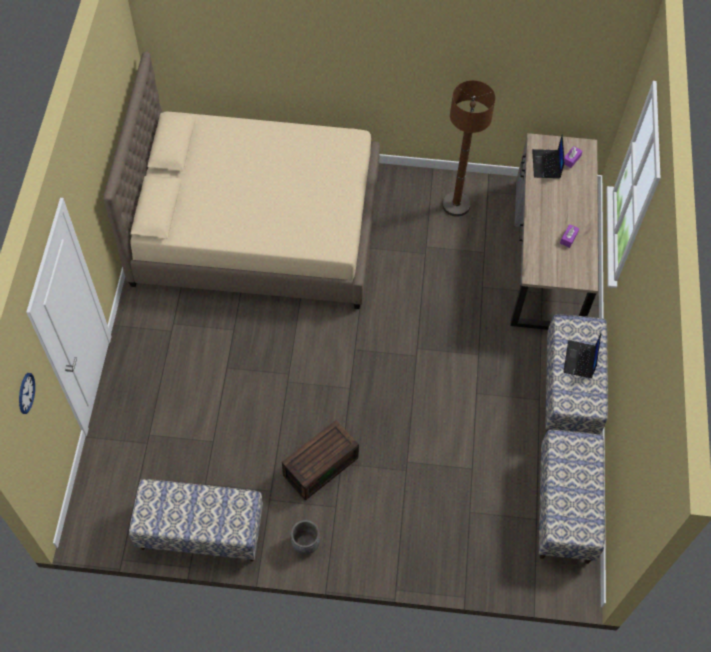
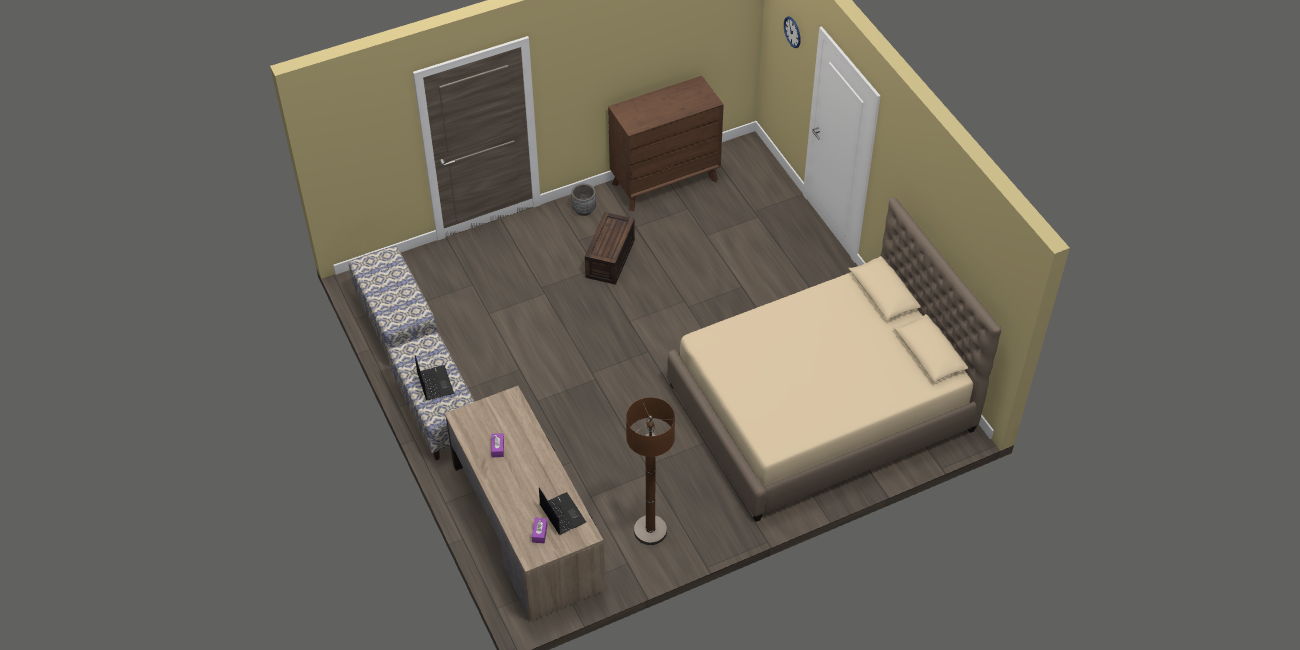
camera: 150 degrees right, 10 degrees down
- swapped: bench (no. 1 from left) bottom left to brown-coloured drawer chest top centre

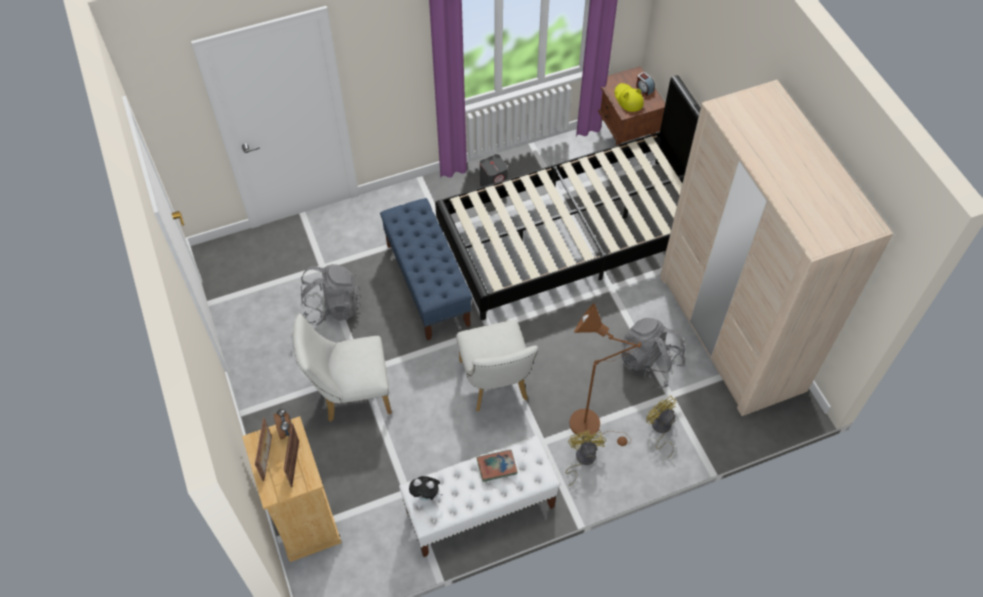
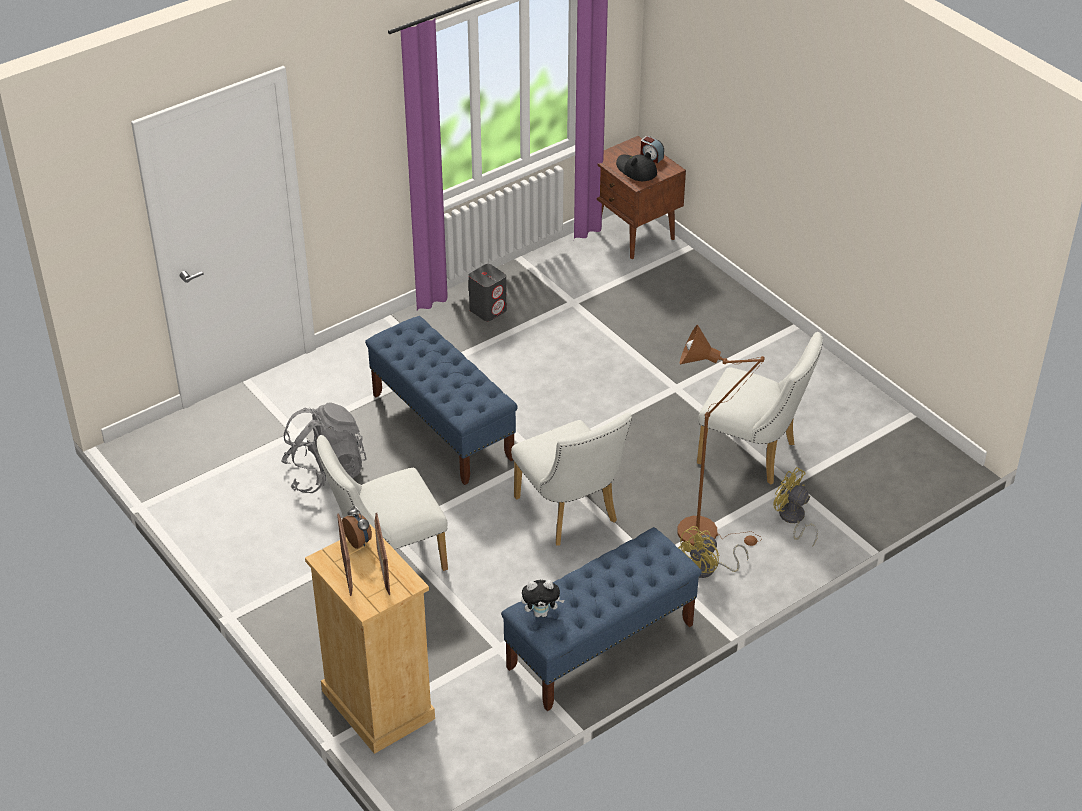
camera: 15 degrees left, 15 degrees down
- gone: black sleeping bed top centre
- gone: beige-coloured clothes cupboard middle right
- repainted: yellow clothing hat top centre to black clothing hat top centre
- swapped: gray backpack (no. 2 from left) centre to whitish chair (no. 3 from left) middle right
- rotated: yellow cooling fan (no. 1 from left) bottom centre = bottom centre 120 degrees counterclockwise
- repainted: whitish bench bottom centre to blue-coloured bench (no. 2 from left) bottom centre
- gone: bound book bottom centre

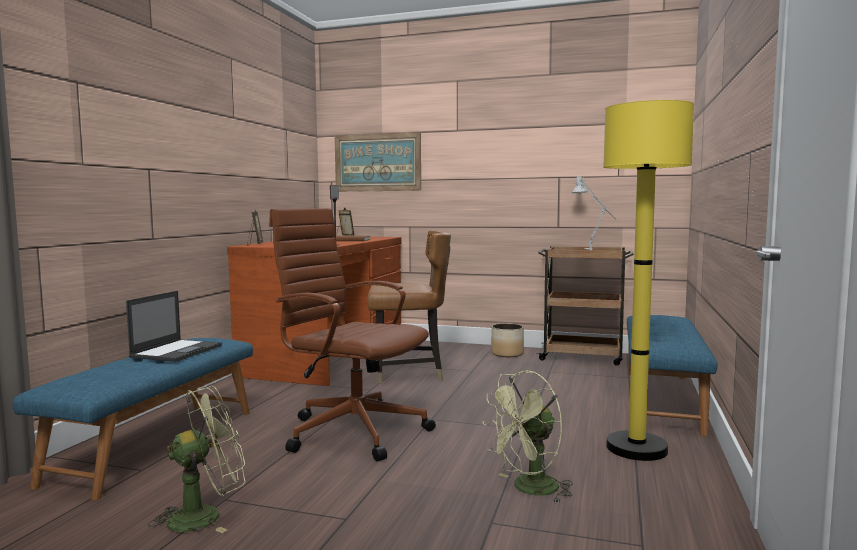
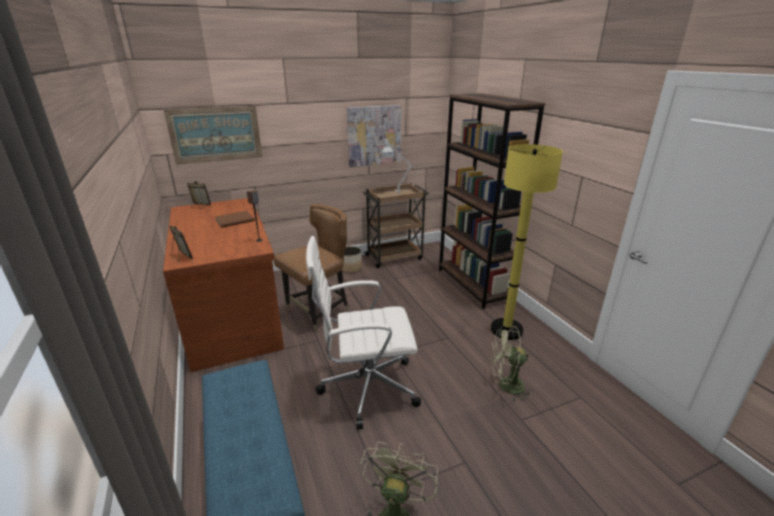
camera: 40 degrees left, 20 degrees up
- repainted: brown-coloured office chair centre to whitish office chair centre
- gone: notebook computer middle left
- swapped: blue-coloured bench (no. 2 from left) bottom right to brown-coloured shelving unit centre
- rotated: greenish cooling fan (no. 2 from left) bottom centre = bottom centre 75 degrees clockwise
- new: wall picture (no. 2 from left) top centre

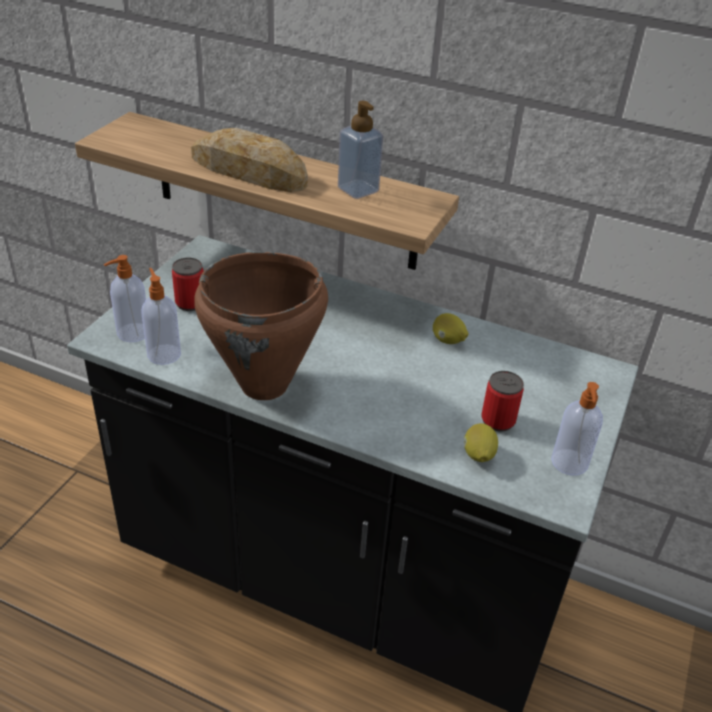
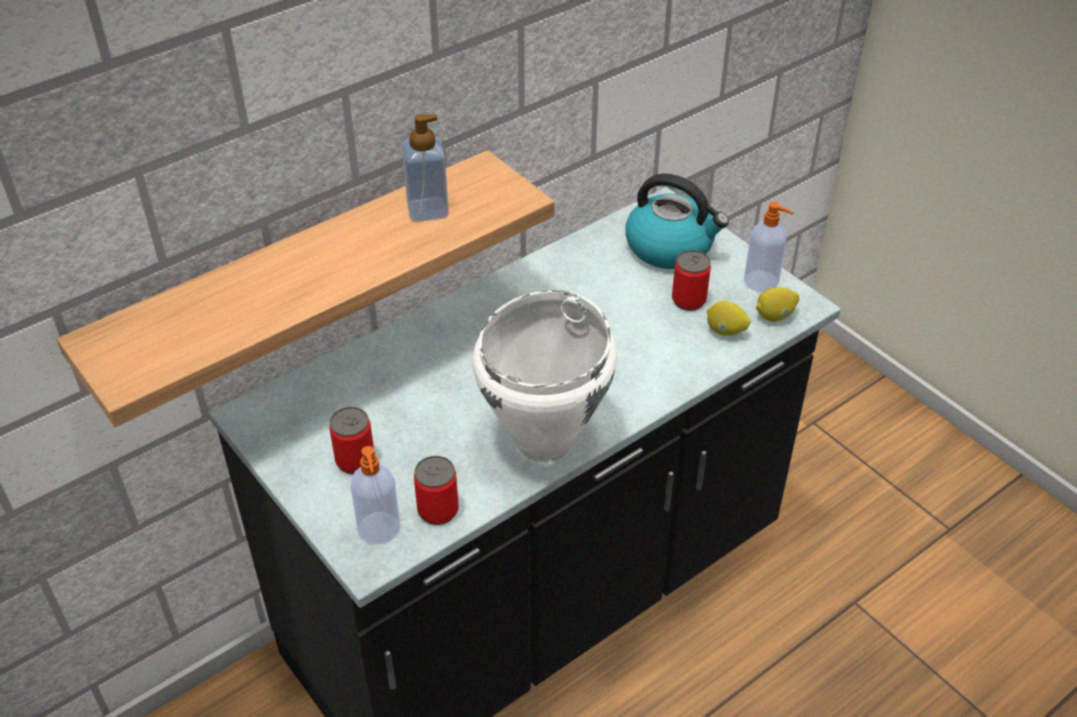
camera: 60 degrees left, 5 degrees up
- gone: baked bread top centre
- repainted: brown-coloured stockpot centre to whitish stockpot centre
- swapped: soap dispenser (no. 2 from left) middle left to can (no. 2 from left) bottom centre
- shifted: whole lemon (no. 1 from left in the first image) centre to whole lemon (no. 2 from left) middle right
- new: water kettle top centre

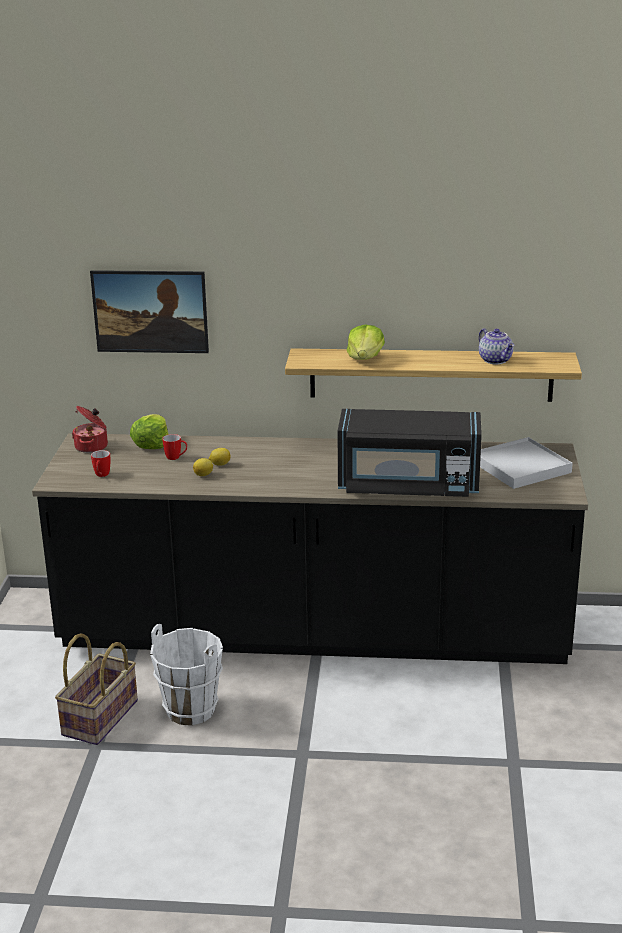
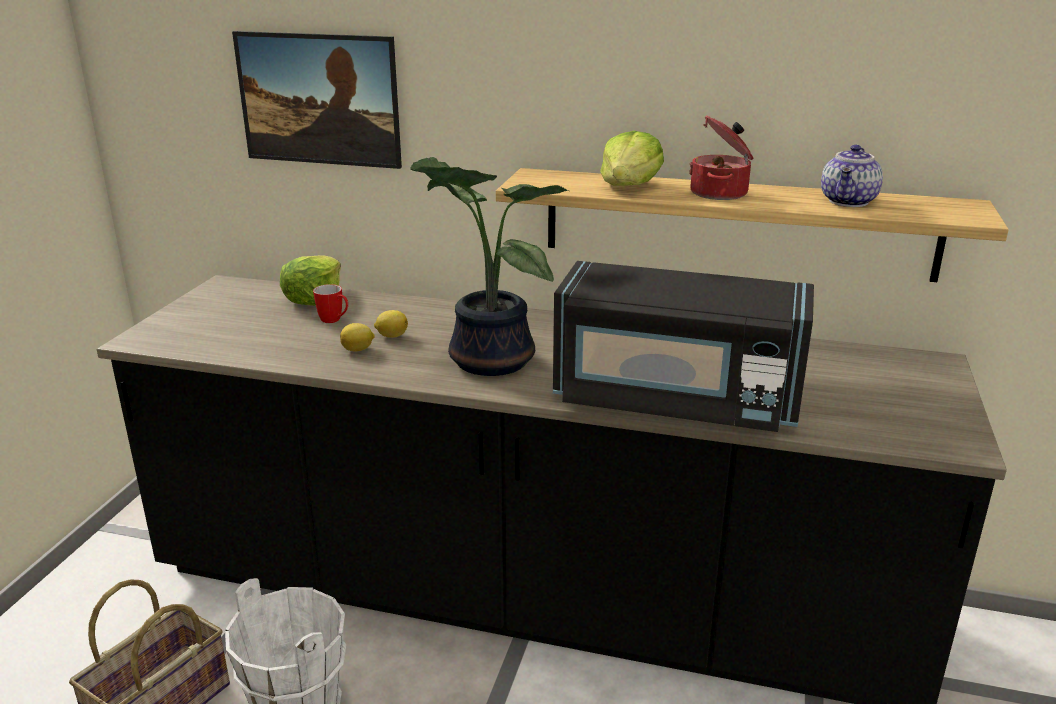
camera: 10 degrees right, 0 degrees up
- rotated: teapot middle right = top right 45 degrees clockwise
- shifted: stockpot middle left to top right
- gone: whitish tray middle right
- gone: coffee mug (no. 1 from left) middle left
- new: plant in a pot centre

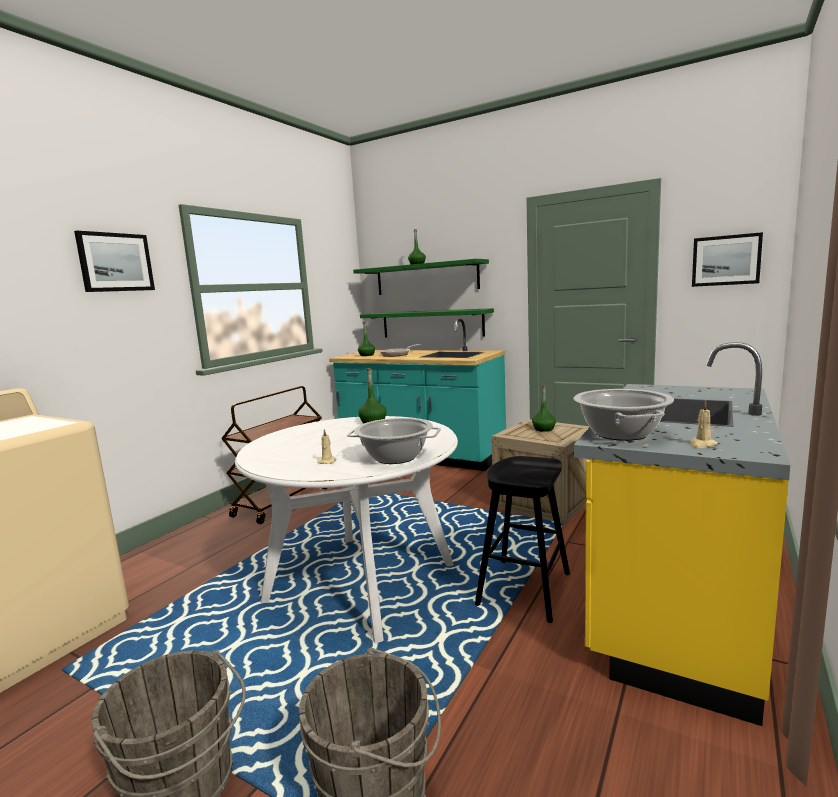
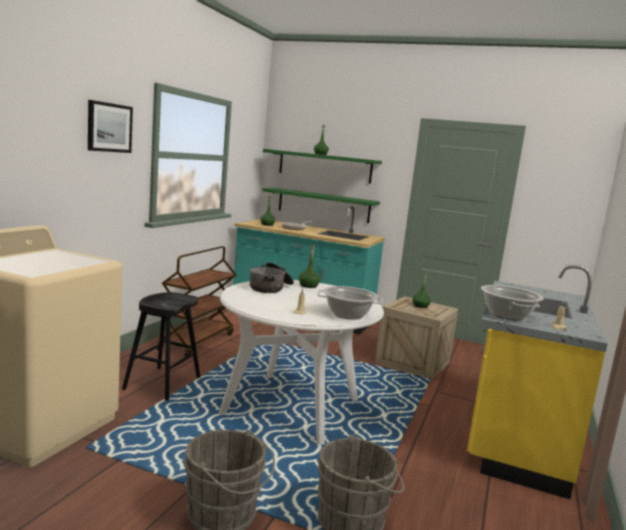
camera: 10 degrees left, 0 degrees up
- gone: wall picture (no. 2 from left) top right
- shifted: black stool bottom centre to middle left
- new: stockpot (no. 1 from left) centre

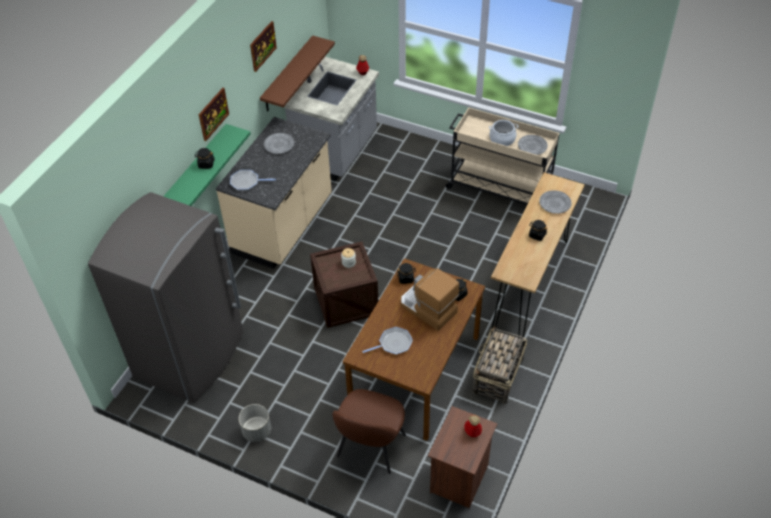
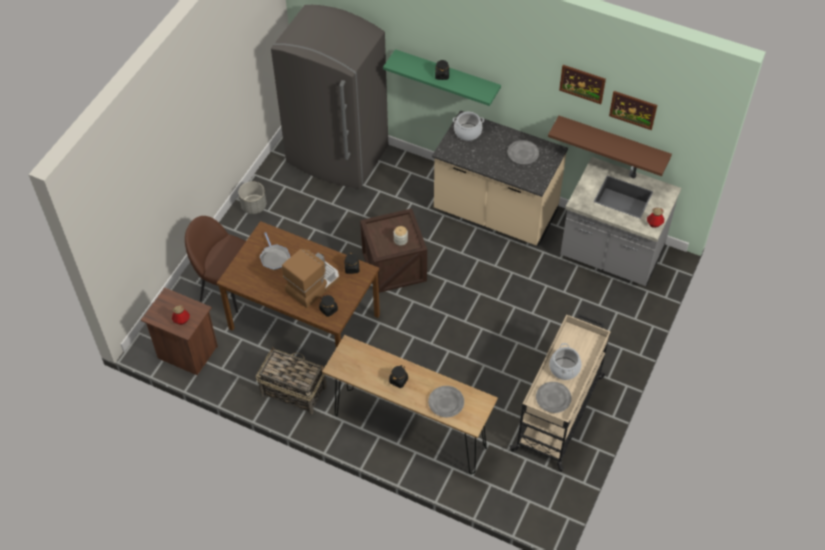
camera: 90 degrees right, 5 degrees up
- shifted: wall picture (no. 1 from left in the first image) top left to wall picture (no. 2 from left) top right
- swapped: skillet (no. 1 from left) middle left to stockpot (no. 1 from left) top centre

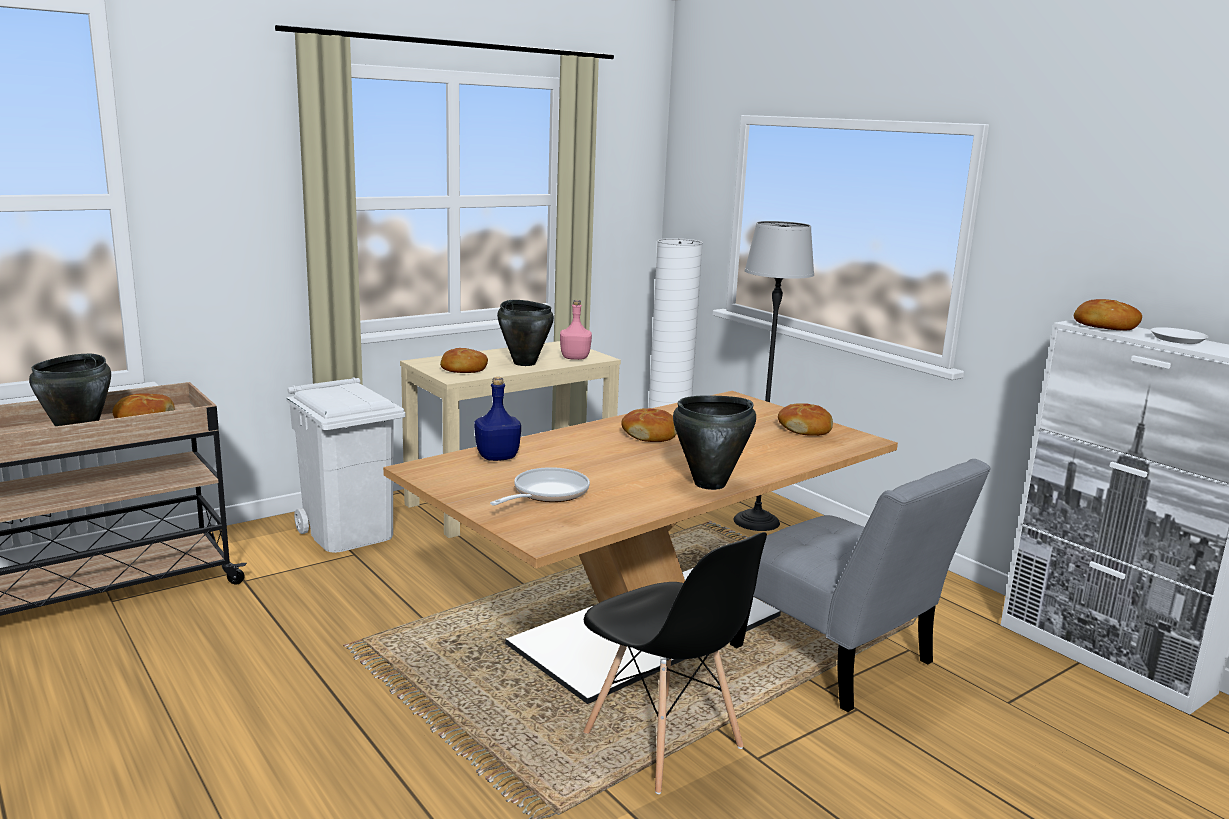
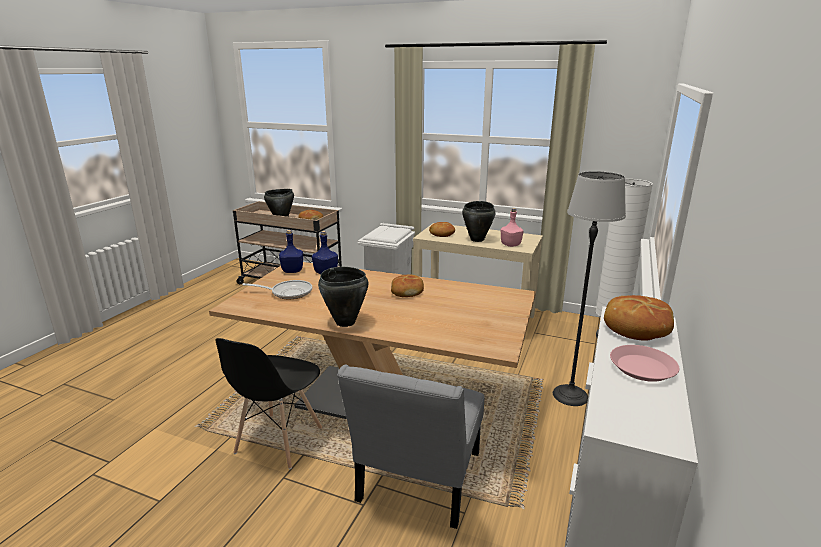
camera: 60 degrees right, 5 degrees up
- repainted: whitish flat dish middle right to pinkish flat dish middle right
- gone: baked bread (no. 4 from left) centre
- new: blue-coloured bottle (no. 1 from left) centre

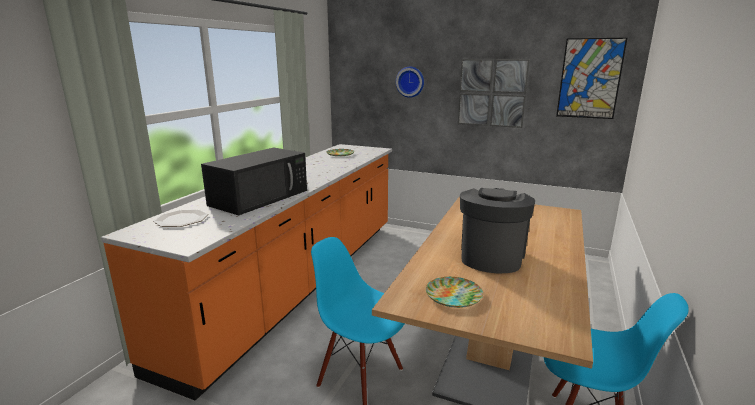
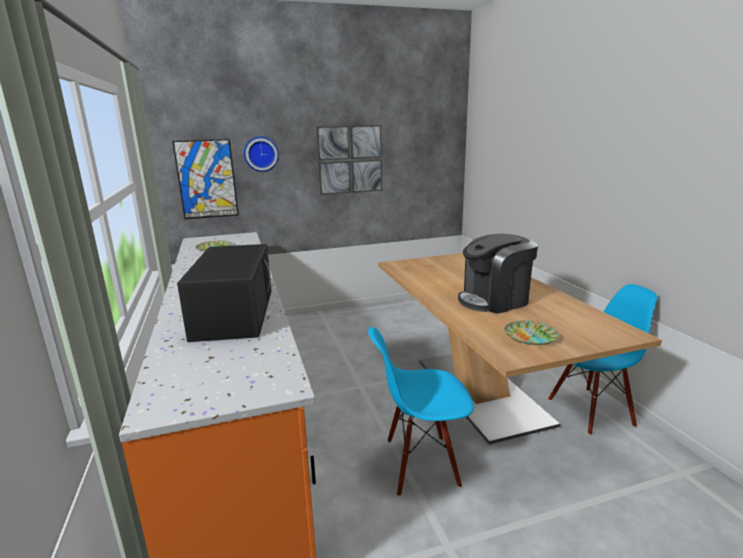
camera: 40 degrees left, 0 degrees up
- shifted: wall picture (no. 2 from left in the first image) top right to wall picture (no. 1 from left) top left
- rotated: coffee maker centre = middle right 90 degrees counterclockwise
- gone: flat dish (no. 1 from left) middle left

